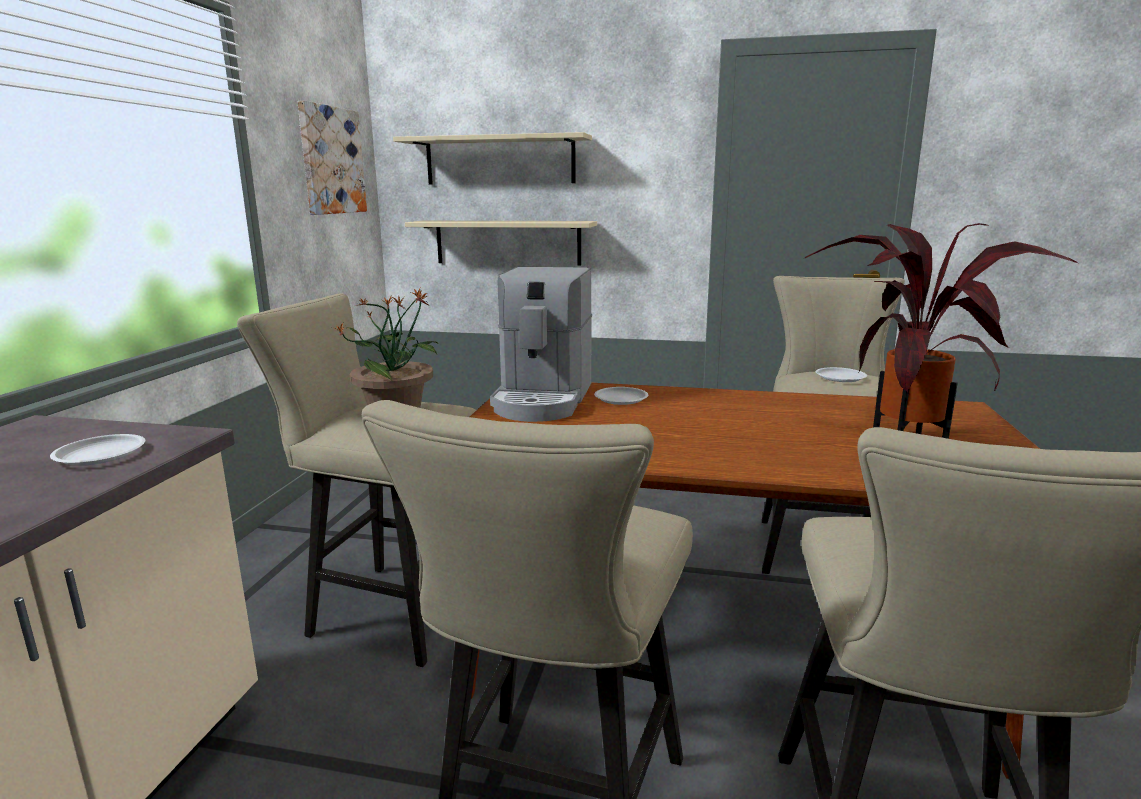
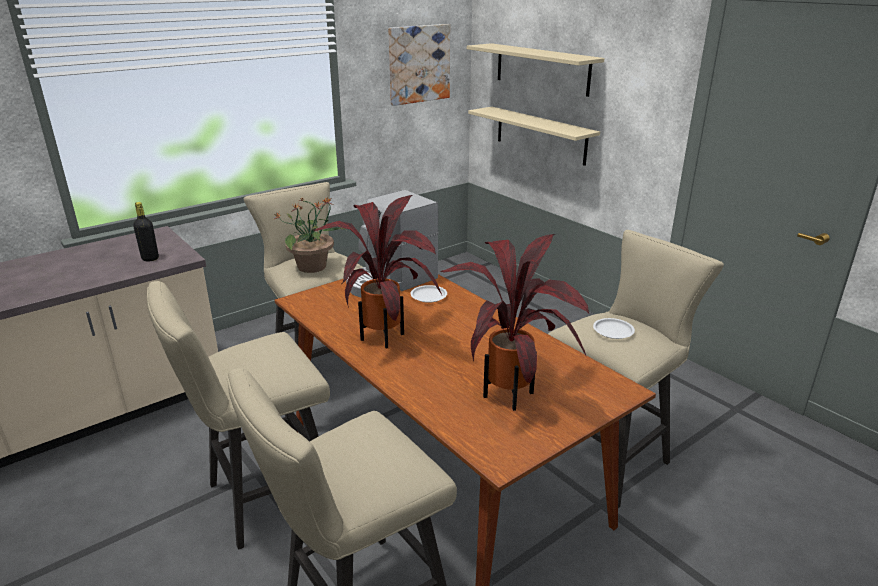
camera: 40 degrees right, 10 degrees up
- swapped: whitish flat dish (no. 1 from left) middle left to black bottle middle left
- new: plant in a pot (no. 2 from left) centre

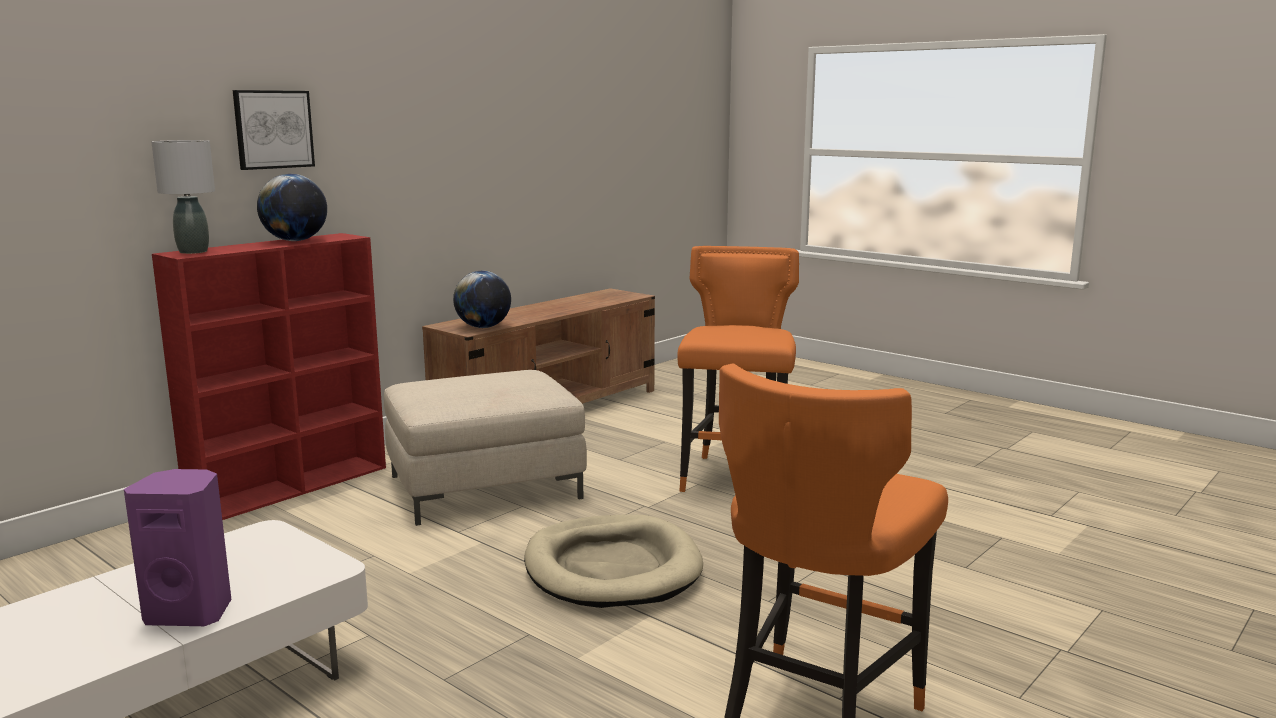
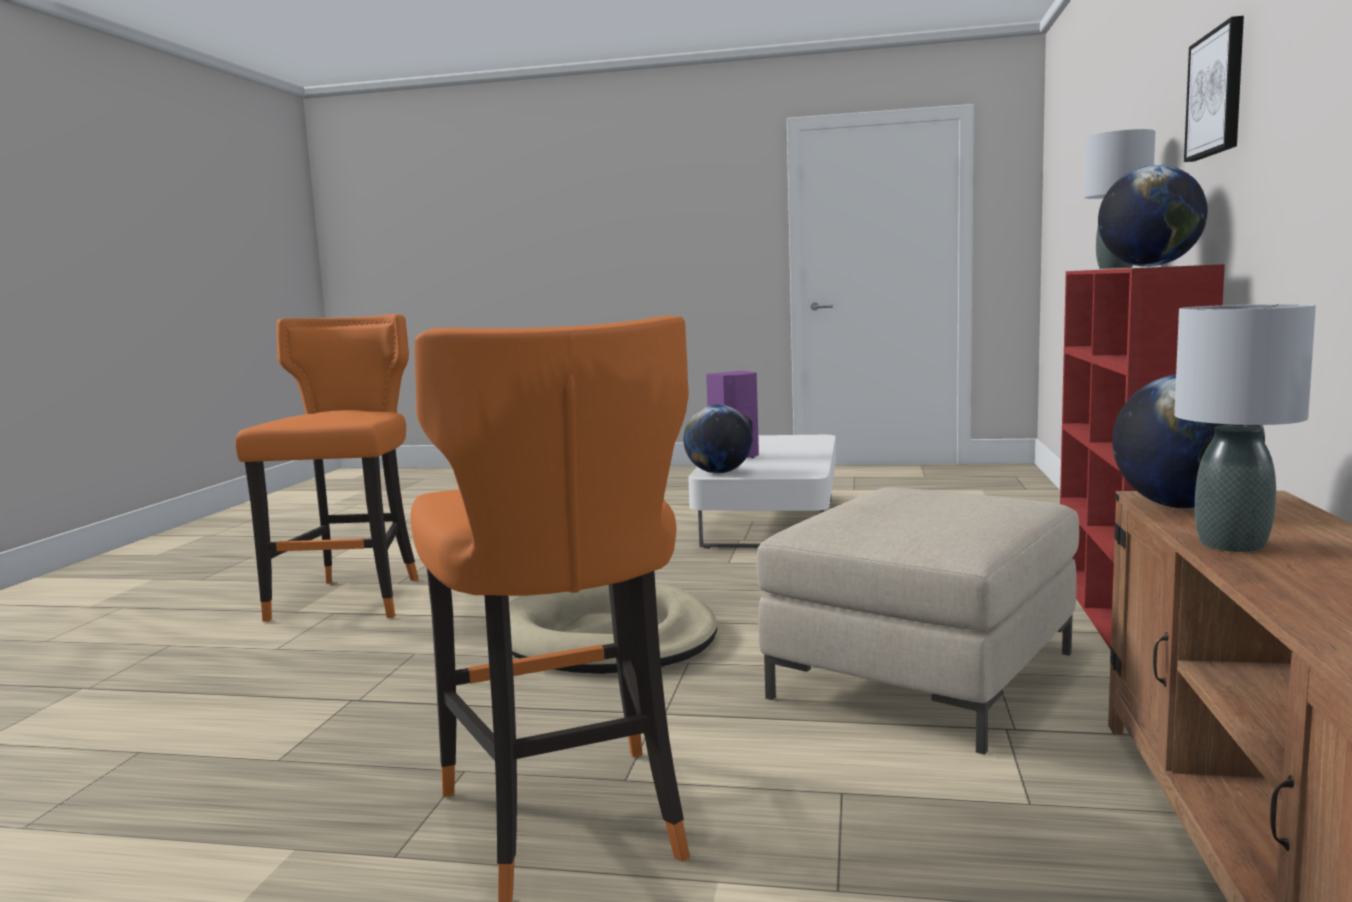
camera: 150 degrees right, 5 degrees down
- new: gray tabletop lamp (no. 2 from left) middle right
- new: world globe (no. 1 from left) centre

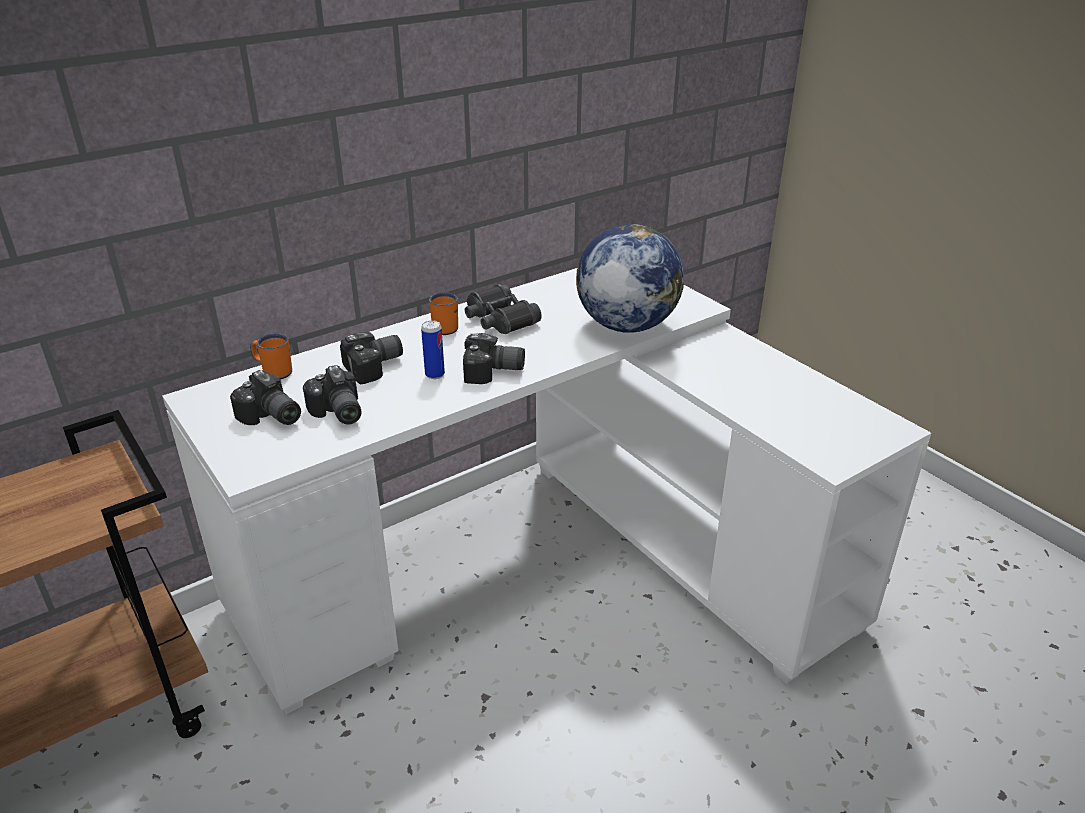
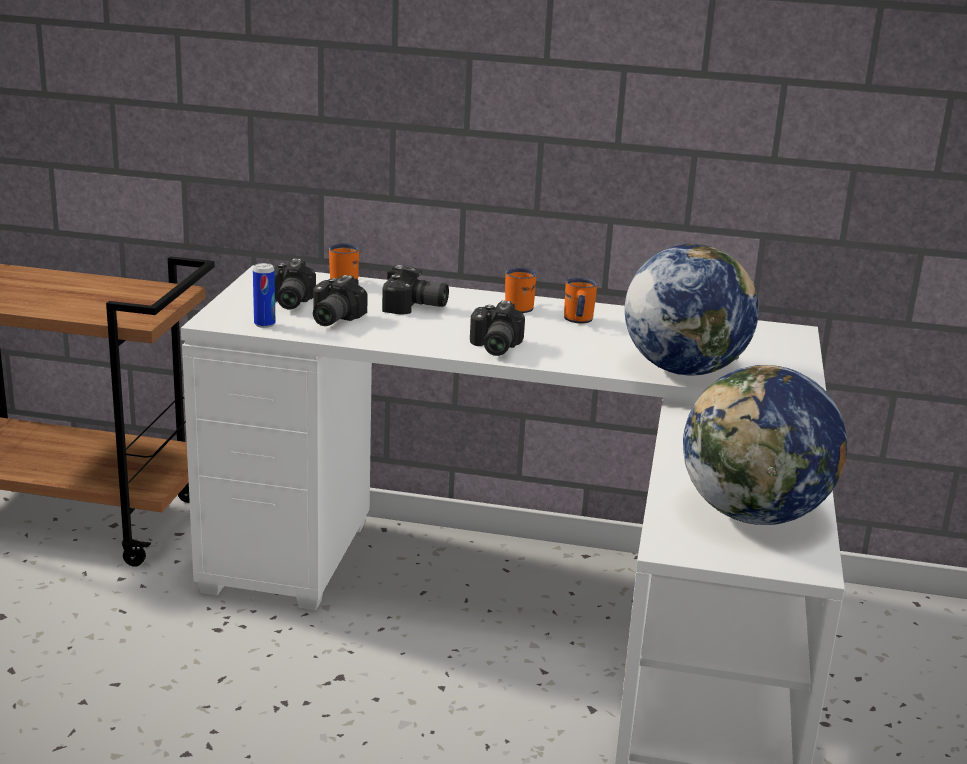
camera: 45 degrees right, 10 degrees down
- swapped: black pair of binoculars centre to orange-coloured coffee mug (no. 3 from left) centre
- shifted: can centre to middle left
- rotated: photo camera (no. 4 from left) centre = centre 45 degrees clockwise
- new: world globe (no. 2 from left) middle right

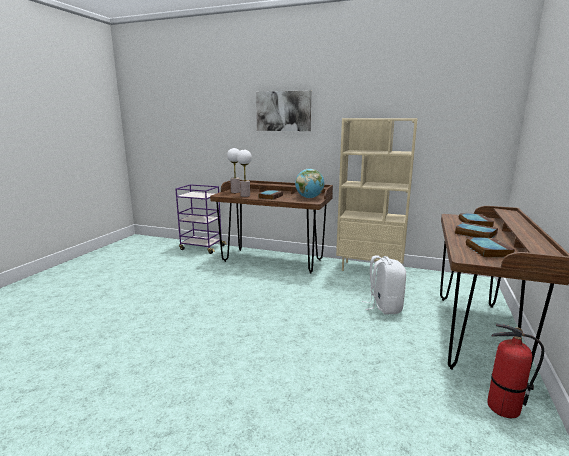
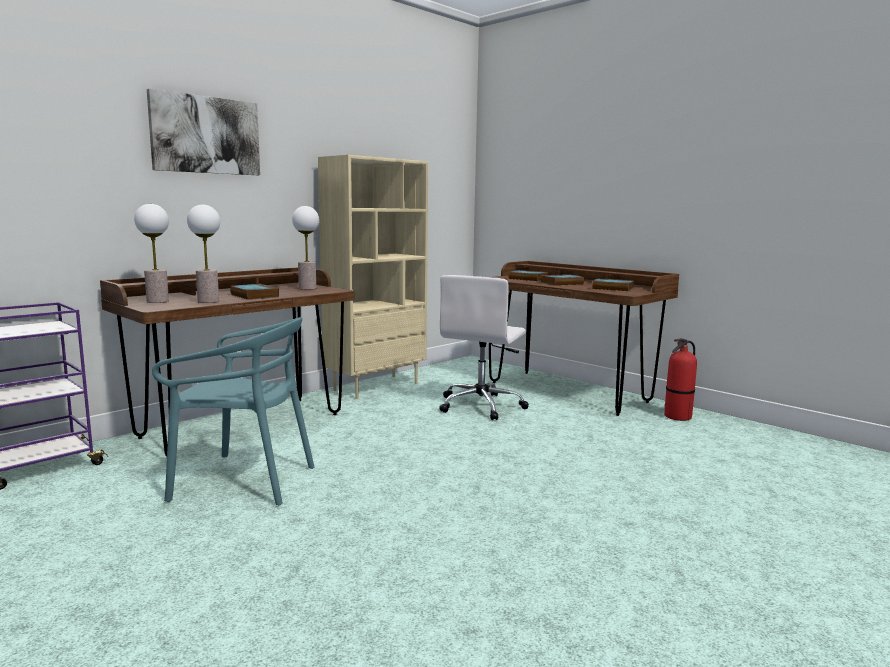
camera: 65 degrees left, 5 degrees down
- swapped: world globe centre to tabletop lamp (no. 3 from left) centre
- swapped: whitish backpack middle right to whitish office chair centre
- new: turquoise chair middle left

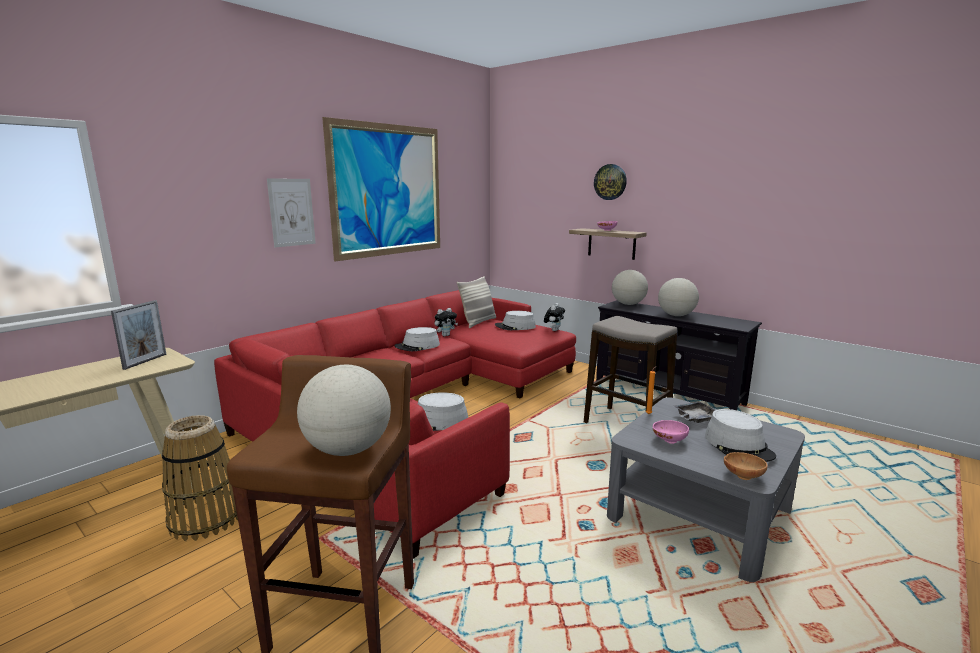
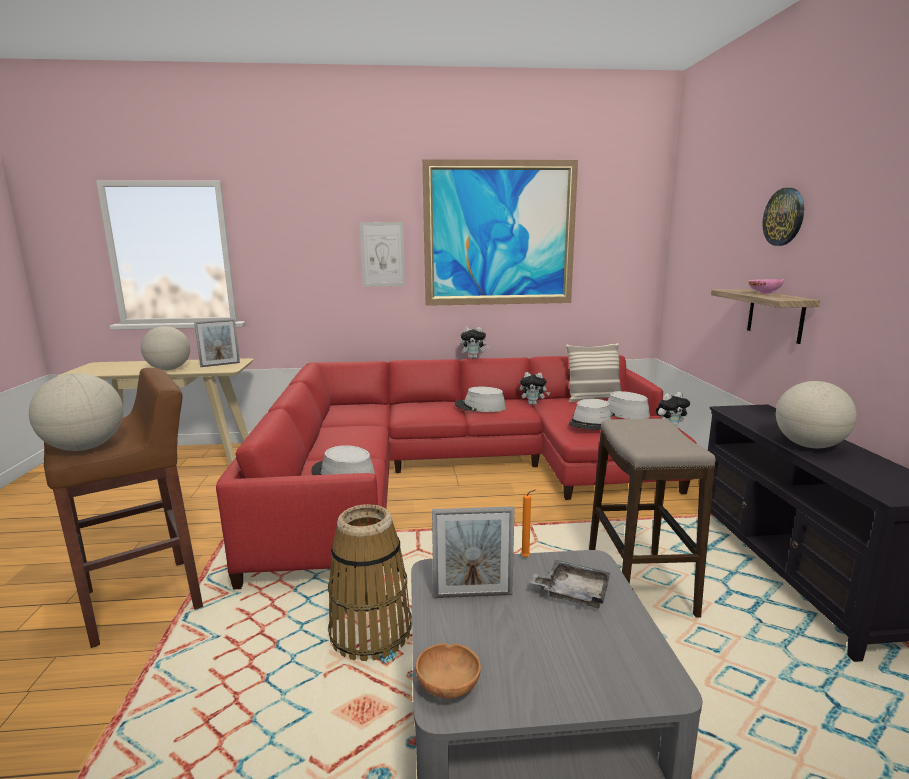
camera: 45 degrees right, 0 degrees up
- shifted: world globe (no. 2 from left) centre to middle left
- shifted: gray clothing hat (no. 4 from left in the first image) middle right to gray clothing hat (no. 3 from left) centre
- shifted: household basket bottom left to bottom centre
- swapped: pinkish bowl (no. 2 from left) middle right to photo frame (no. 2 from left) bottom centre
- new: plush toy (no. 1 from left) centre

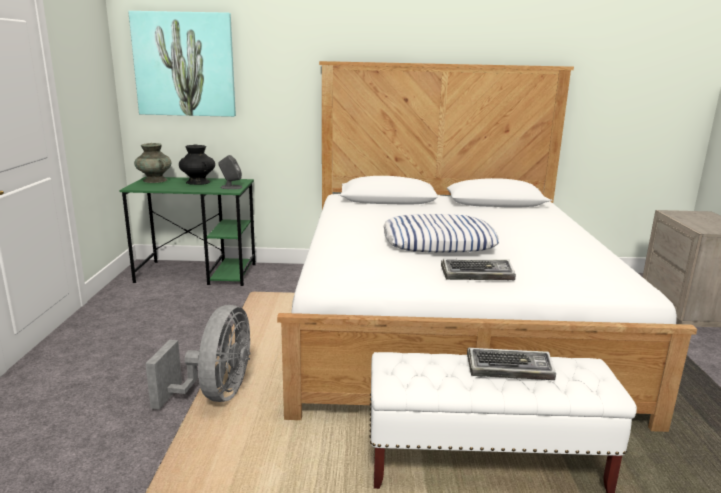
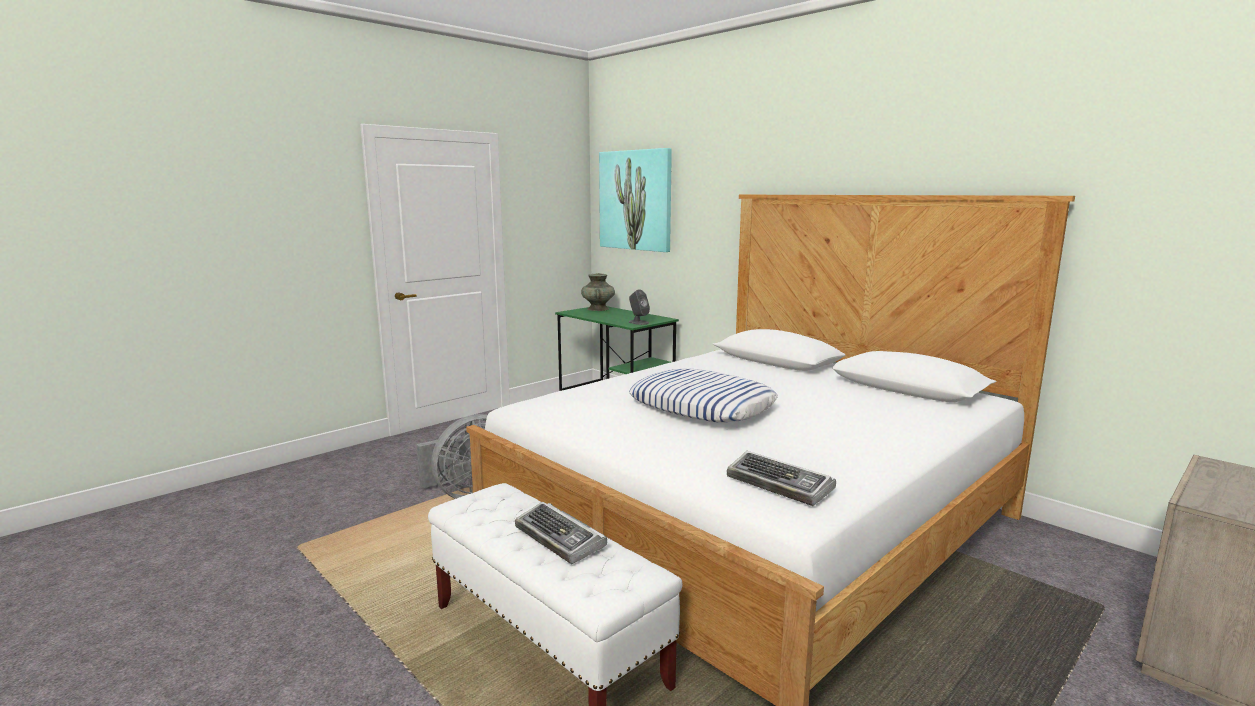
camera: 45 degrees right, 5 degrees down
- gone: black decorative vase top left
- shifted: keyboard (no. 1 from left in the first image) centre to keyboard (no. 2 from left) bottom centre

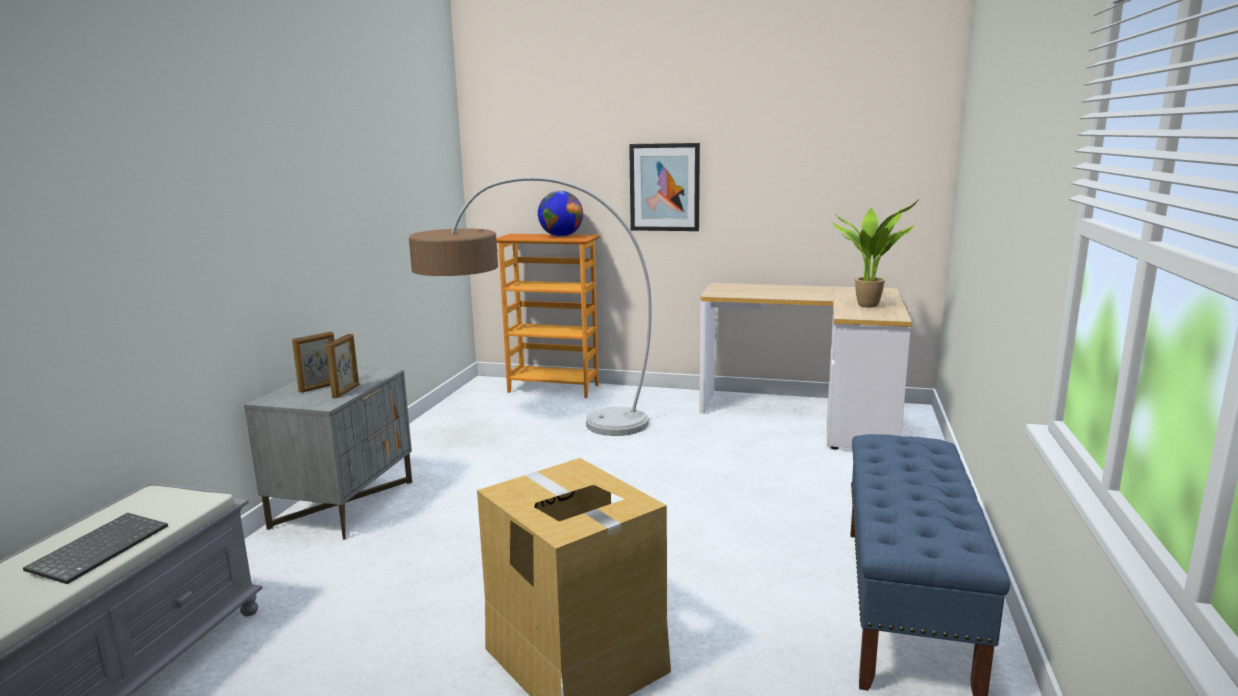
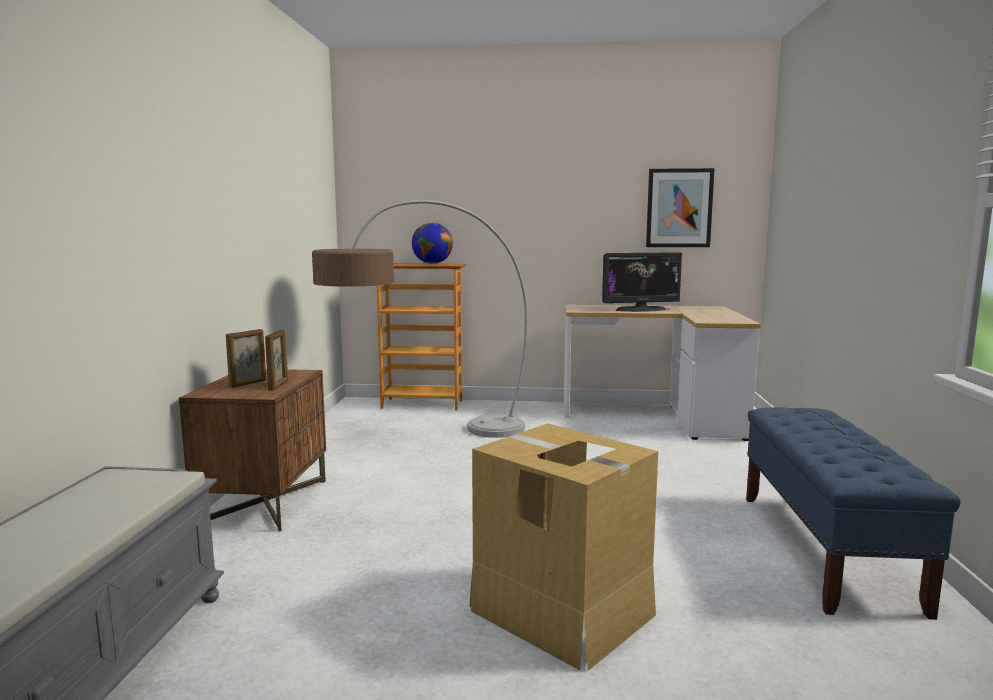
camera: 10 degrees left, 5 degrees down
- shifted: wall picture top centre to top right
- gone: plant in a pot middle right
- repainted: gray nightstand middle left to brown-coloured nightstand middle left
- gone: keyboard bottom left
- new: monitor centre

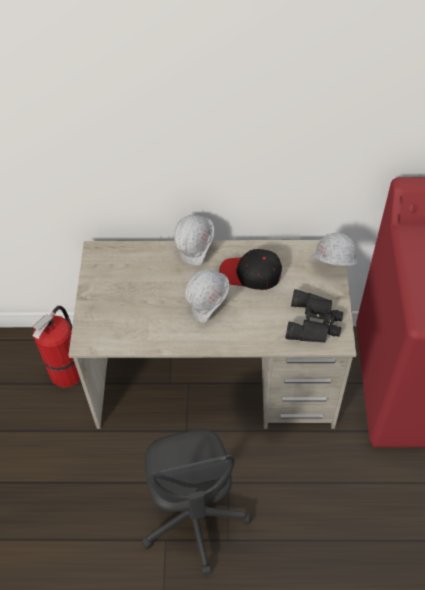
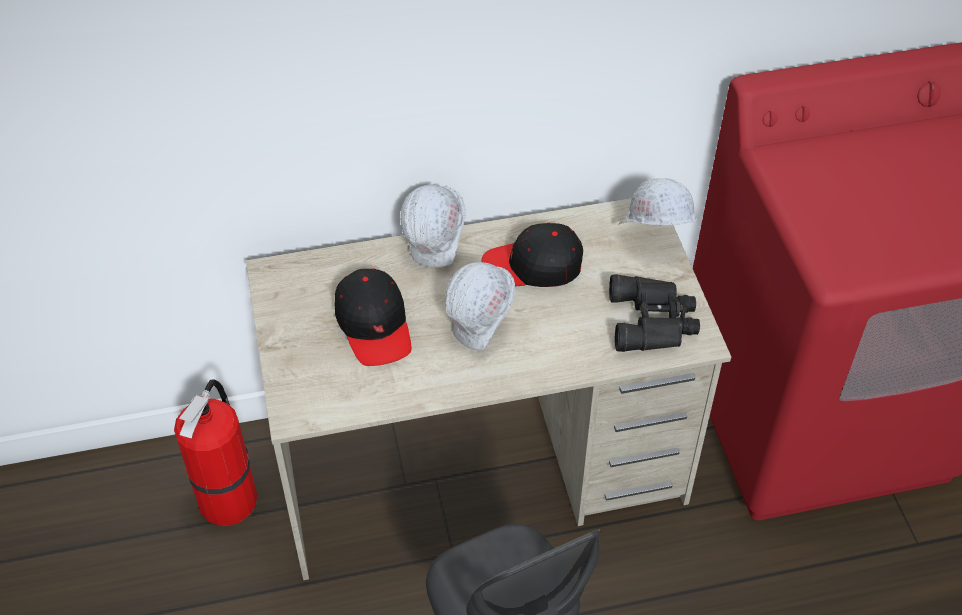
camera: 15 degrees left, 5 degrees down
- new: black cap (no. 1 from left) centre

